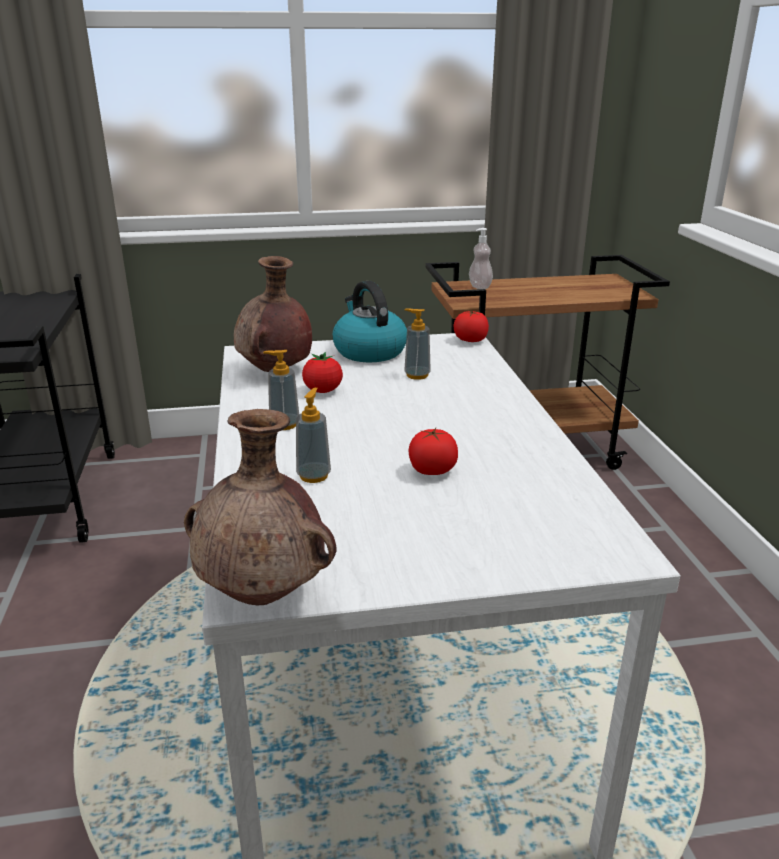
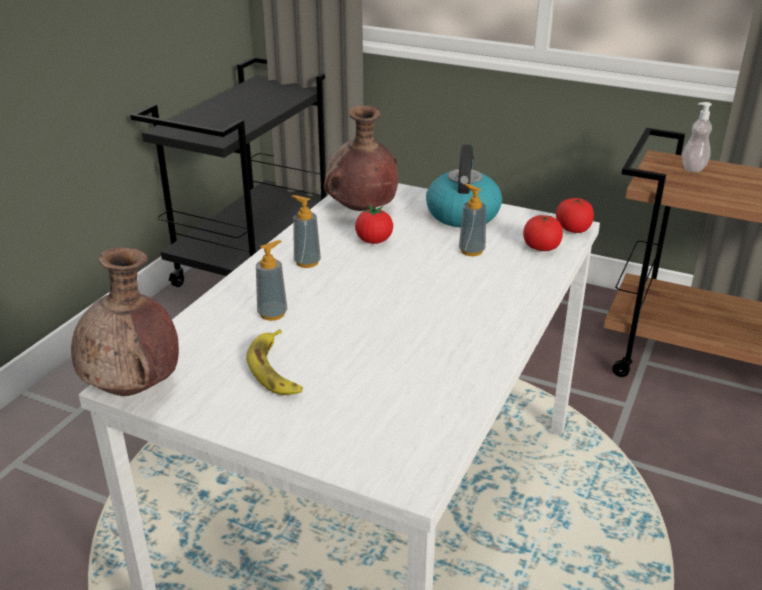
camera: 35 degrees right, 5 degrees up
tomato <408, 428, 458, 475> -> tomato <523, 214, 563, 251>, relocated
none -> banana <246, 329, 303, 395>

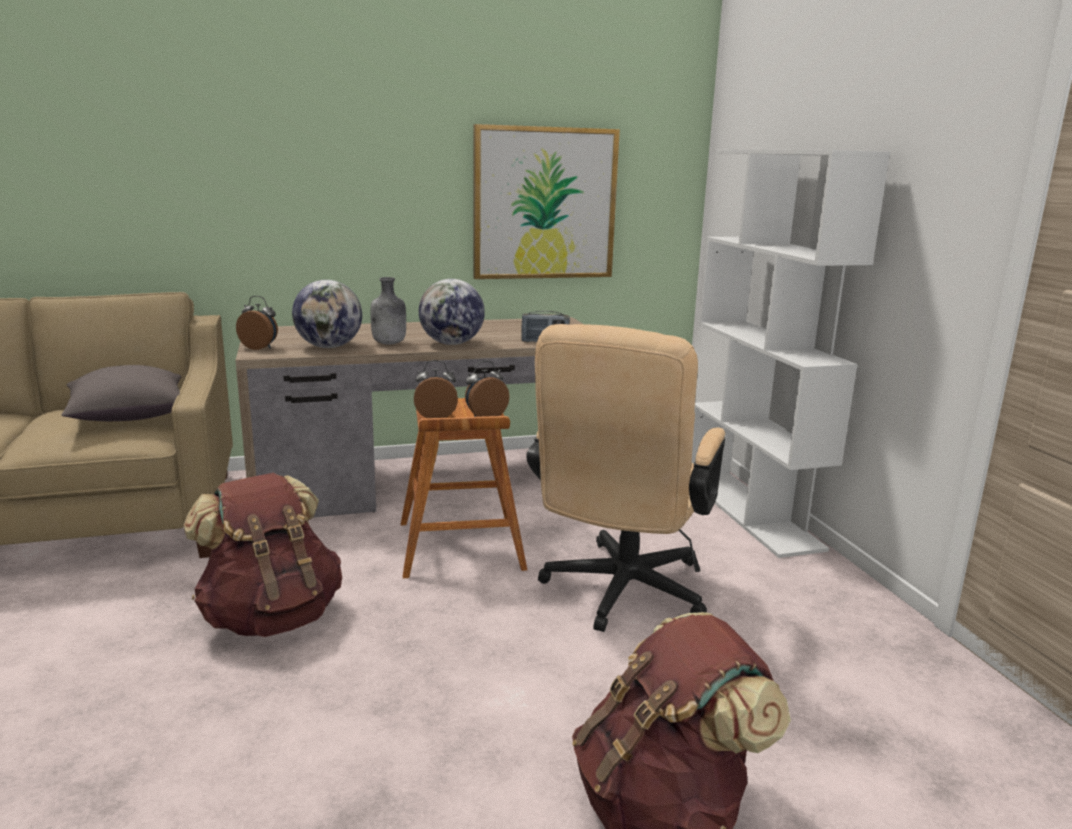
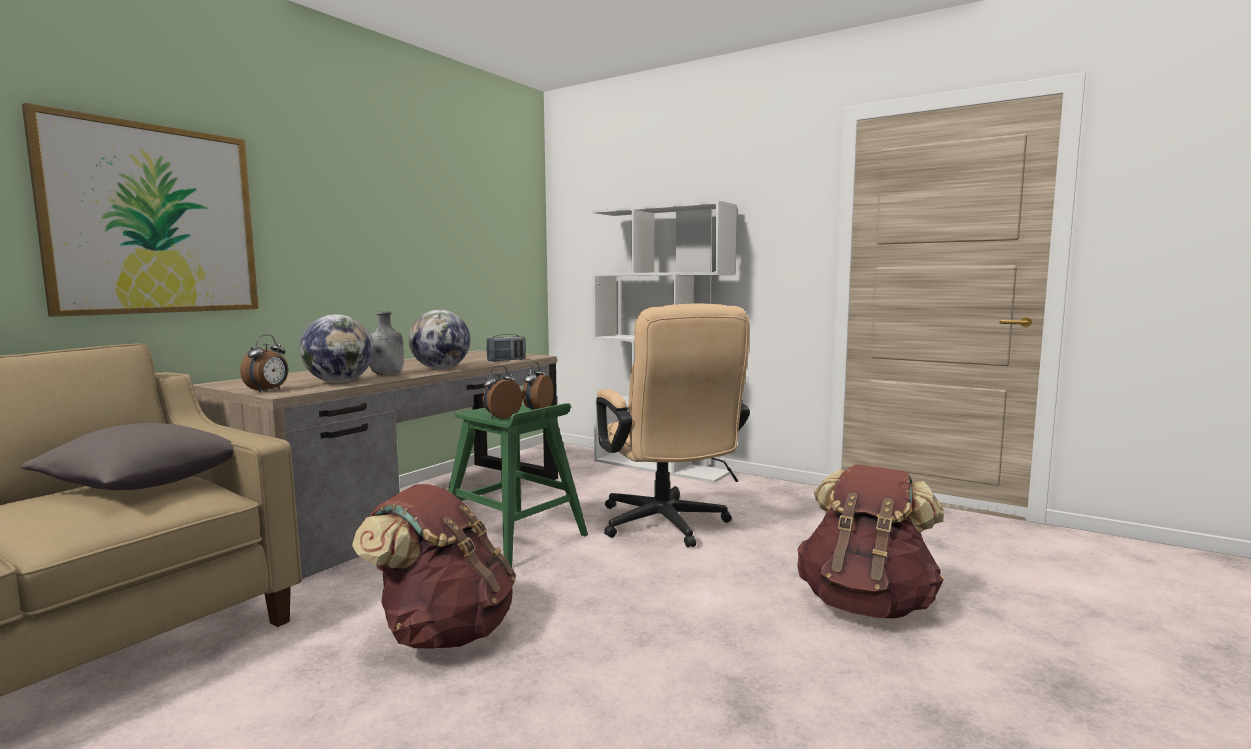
camera: 40 degrees left, 10 degrees down
alarm clock <236, 296, 278, 350> -> alarm clock <240, 335, 288, 393>, 135 degrees clockwise
stool (brown) <401, 398, 527, 578> -> stool (green) <448, 403, 588, 567>
picture <473, 124, 620, 279> -> picture <22, 103, 259, 317>, relocated

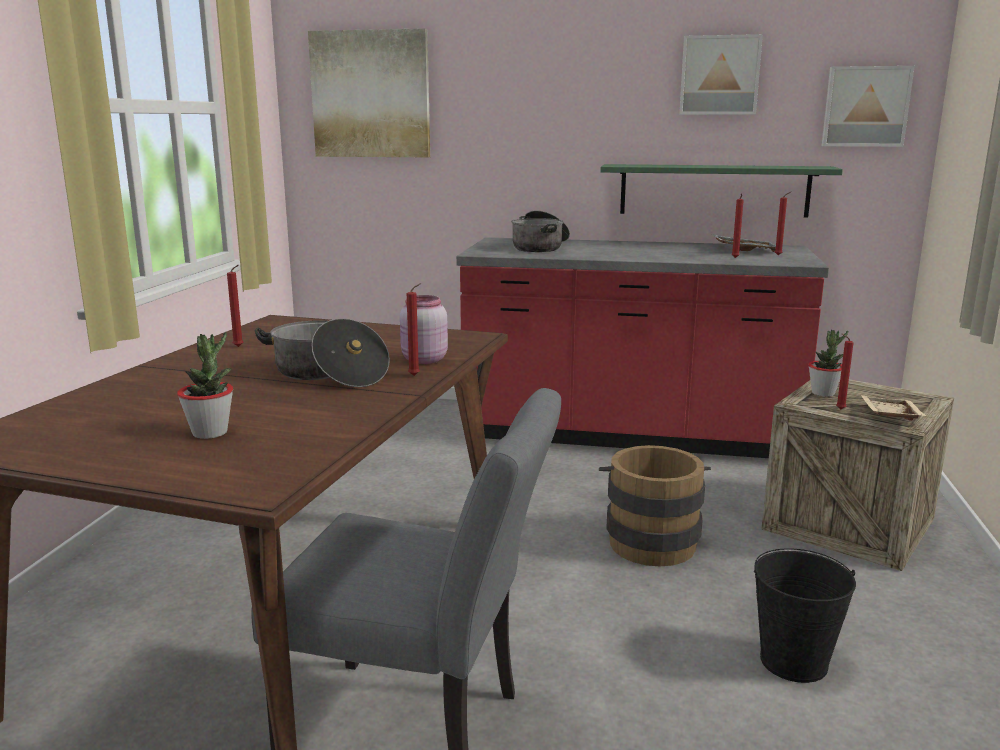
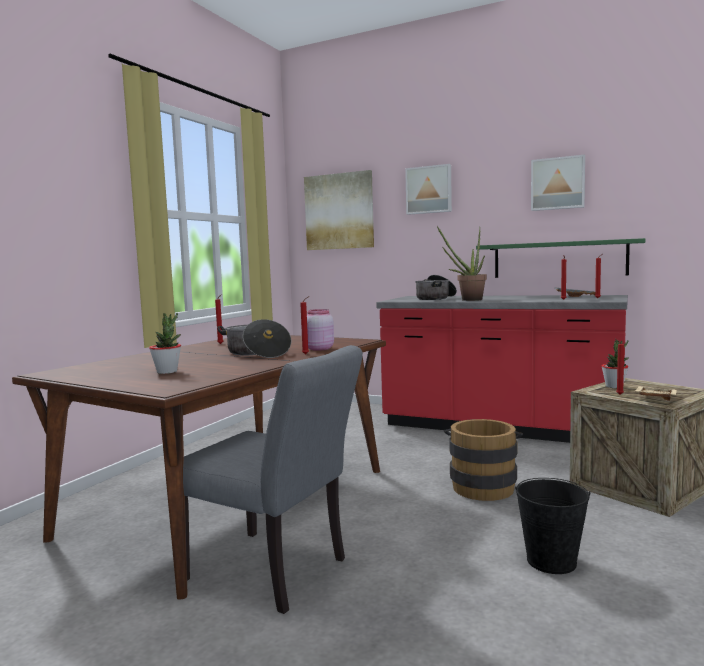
camera: 15 degrees right, 10 degrees down
picture <822, 66, 915, 147> -> picture <405, 164, 452, 215>, relocated
none -> potted plant <437, 226, 487, 301>

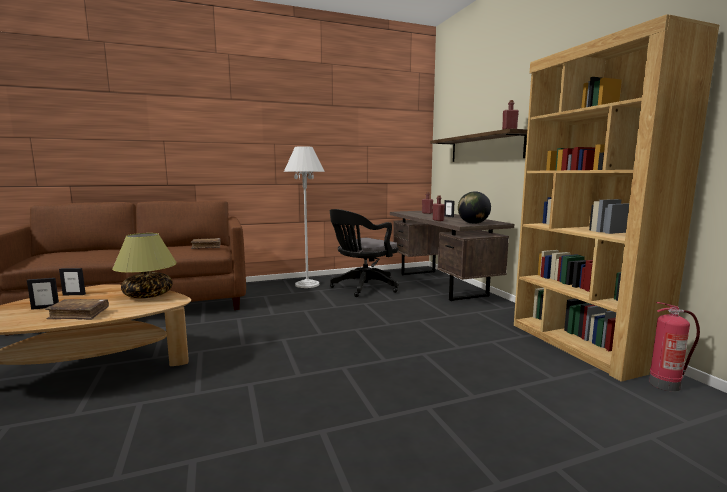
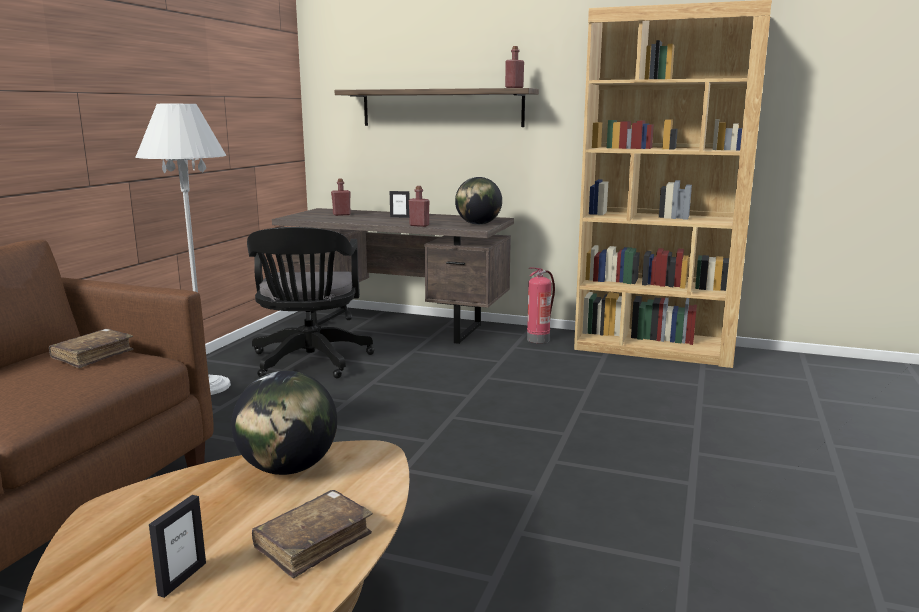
camera: 50 degrees left, 5 degrees up
picture frame <59, 268, 86, 295> -> none
table lamp <112, 233, 177, 298> -> globe <231, 371, 337, 475>
fire extinguisher <649, 302, 700, 392> -> fire extinguisher <527, 267, 555, 343>, relocated

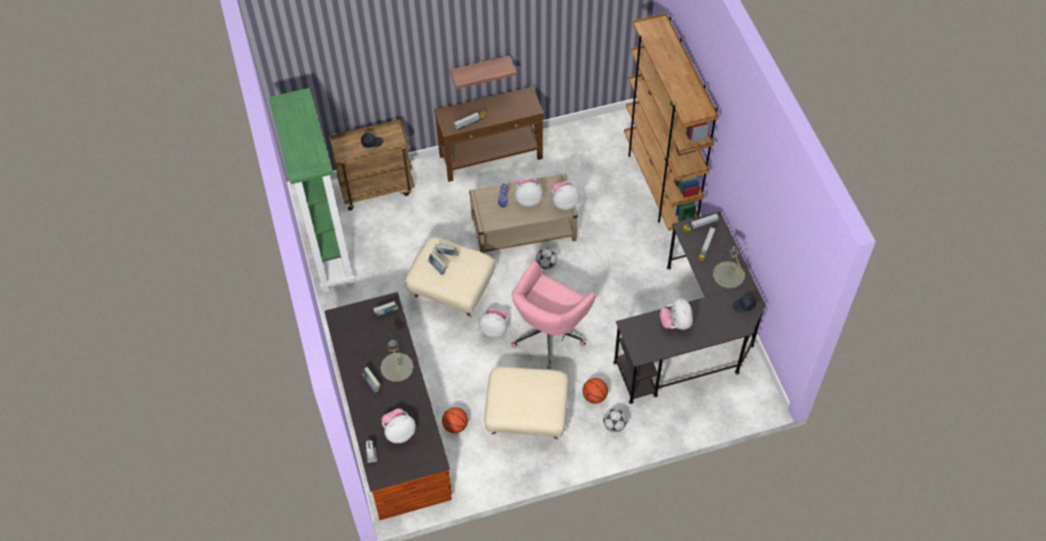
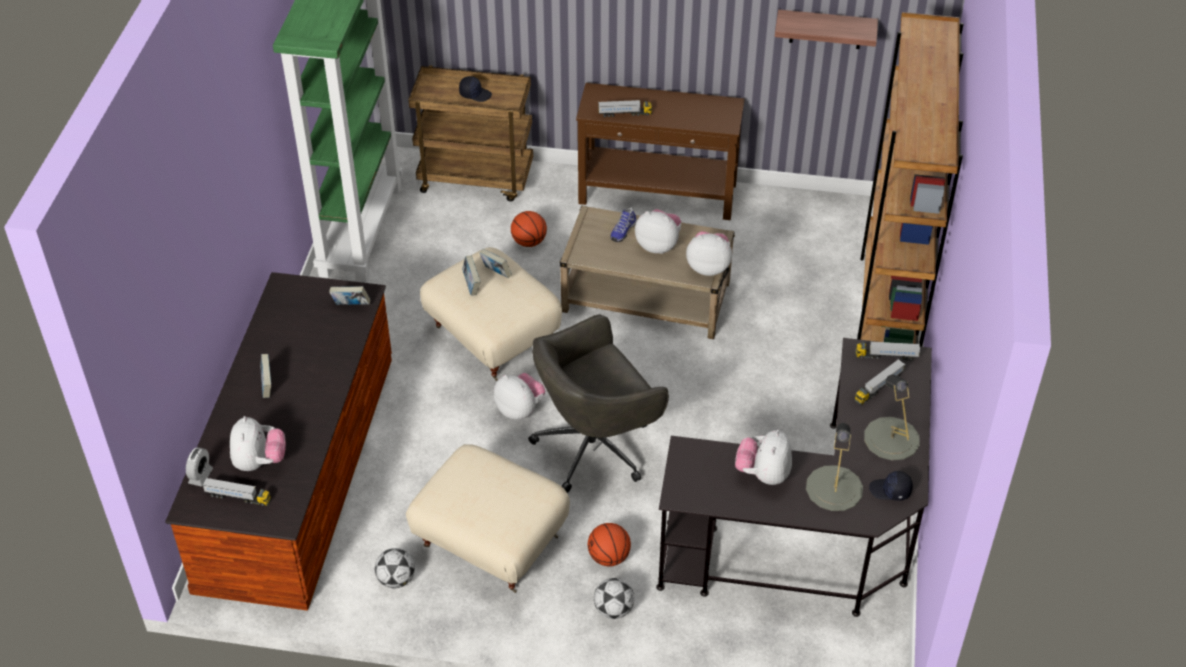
camera: 25 degrees right, 10 degrees down
table lamp (grey) <380, 334, 414, 382> -> table lamp (grey) <806, 423, 863, 511>, relocated
plush toy <381, 408, 416, 443> -> plush toy <230, 416, 286, 471>, 90 degrees clockwise
basketball <442, 407, 468, 433> -> basketball <511, 211, 547, 247>, relocated
shelf <450, 55, 516, 89> -> shelf <775, 10, 878, 49>, relocated
office chair (pink) <511, 262, 596, 369> -> office chair (grey) <528, 315, 669, 493>
football <536, 248, 557, 269> -> football <375, 548, 415, 588>, relocated
none -> toy truck <202, 478, 271, 506>

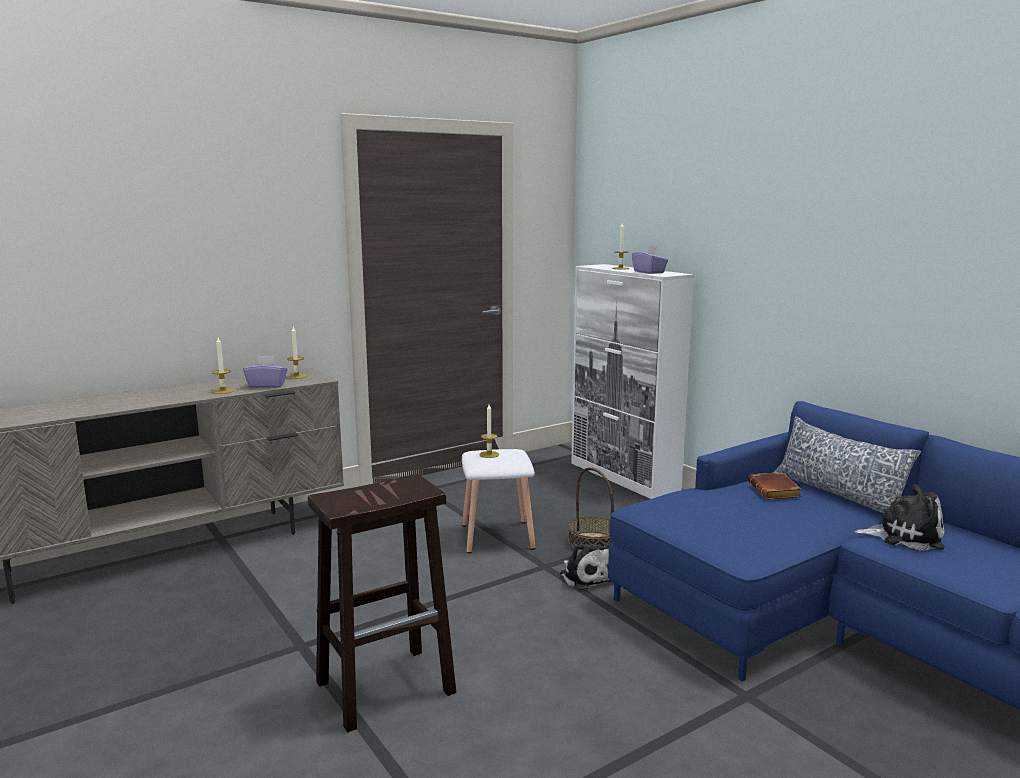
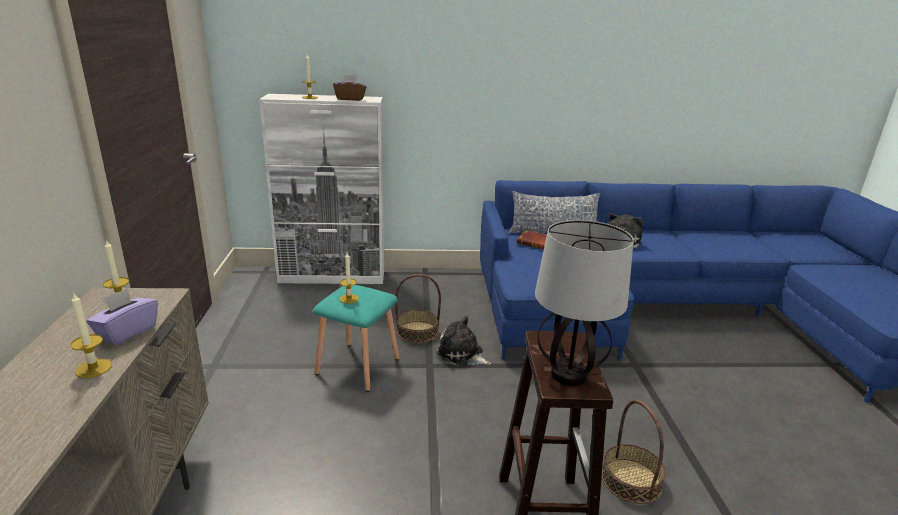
camera: 60 degrees left, 10 degrees up
stool (white) <462, 449, 536, 553> -> stool (turquoise) <313, 285, 399, 392>
plush toy <560, 541, 612, 590> -> plush toy <436, 316, 491, 366>, 150 degrees counterclockwise
tissue box (purple) <632, 245, 668, 274> -> tissue box (brown) <333, 74, 366, 101>
none -> table lamp <535, 220, 634, 386>
none -> basket <602, 400, 666, 504>

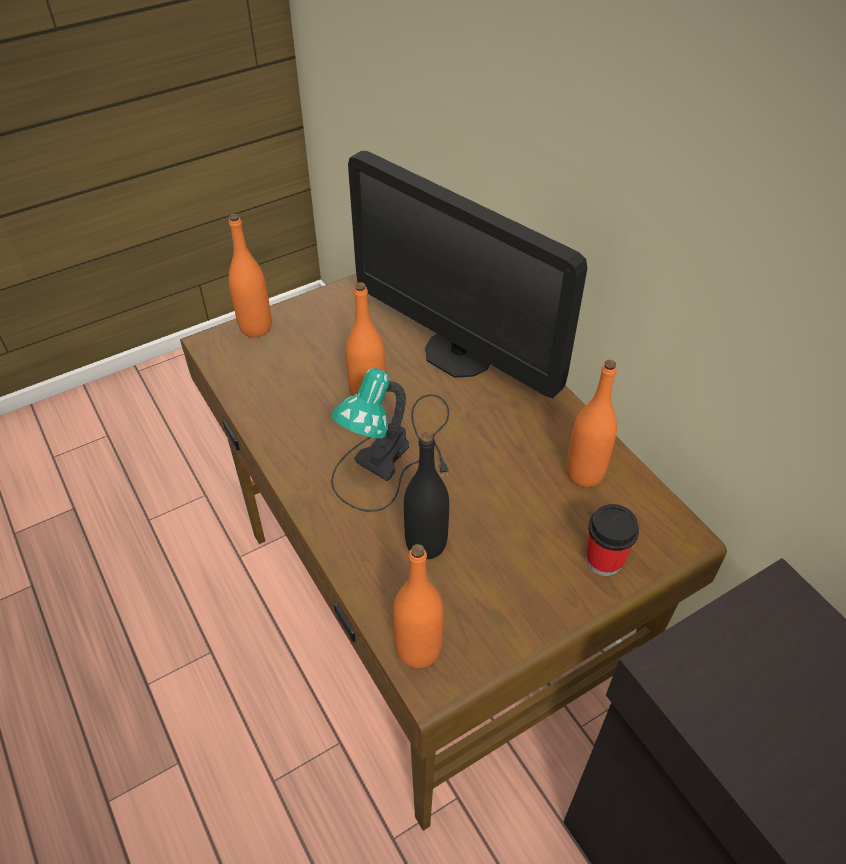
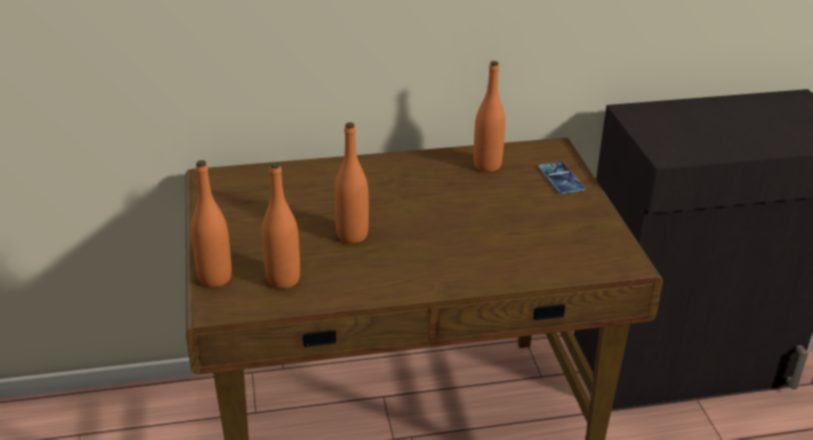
camera: 70 degrees left, 15 degrees down
table lamp <331, 368, 449, 512> -> none
monitor <348, 151, 587, 398> -> none
bottle (orange) <393, 544, 443, 668> -> bottle (orange) <262, 162, 300, 289>, relocated
bottle (black) <404, 432, 449, 559> -> none
cup <586, 504, 639, 576> -> phone <538, 161, 585, 194>

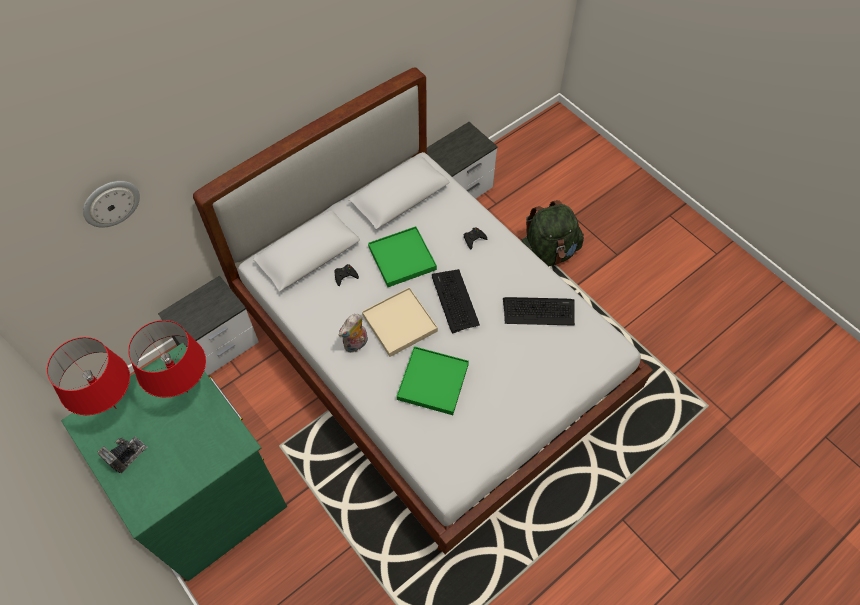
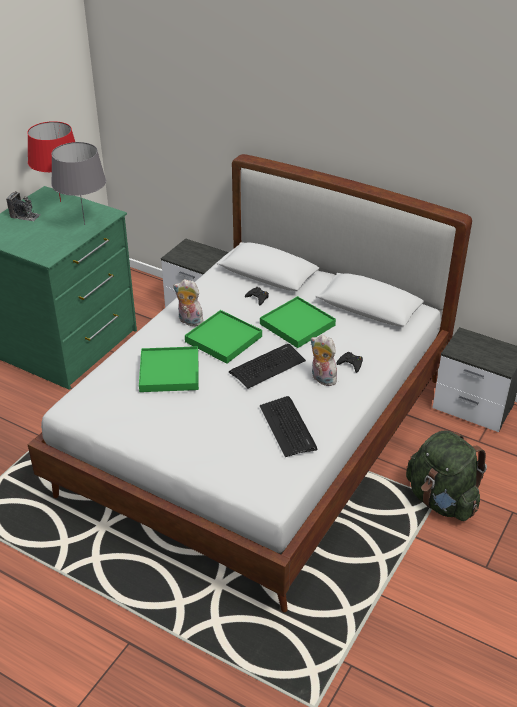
camera: 70 degrees right, 20 degrees down
wall clock <83, 181, 140, 228> -> none
table lamp (red) <128, 320, 206, 397> -> table lamp (grey) <51, 142, 106, 225>
tray (beige) <362, 287, 438, 357> -> tray (green) <185, 310, 262, 364>
none -> plush toy <311, 335, 337, 386>

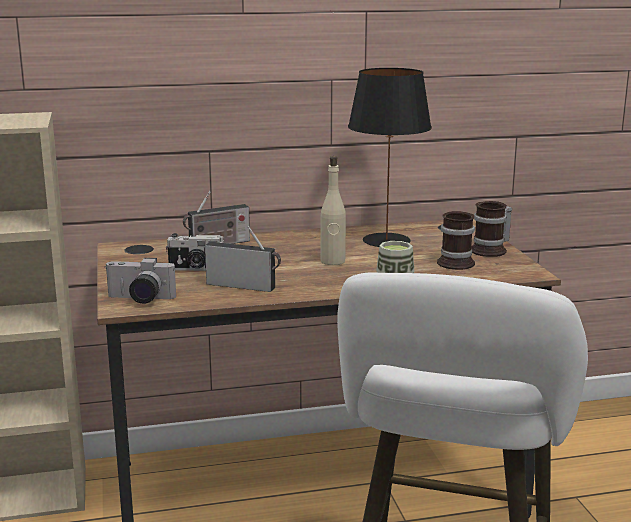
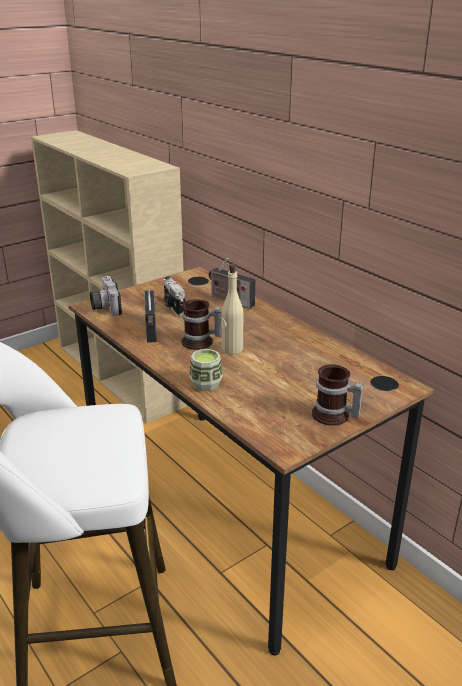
camera: 65 degrees right, 10 degrees up
table lamp (black) <348, 68, 432, 247> -> none
mug <437, 211, 475, 270> -> mug <181, 299, 221, 350>, relocated

